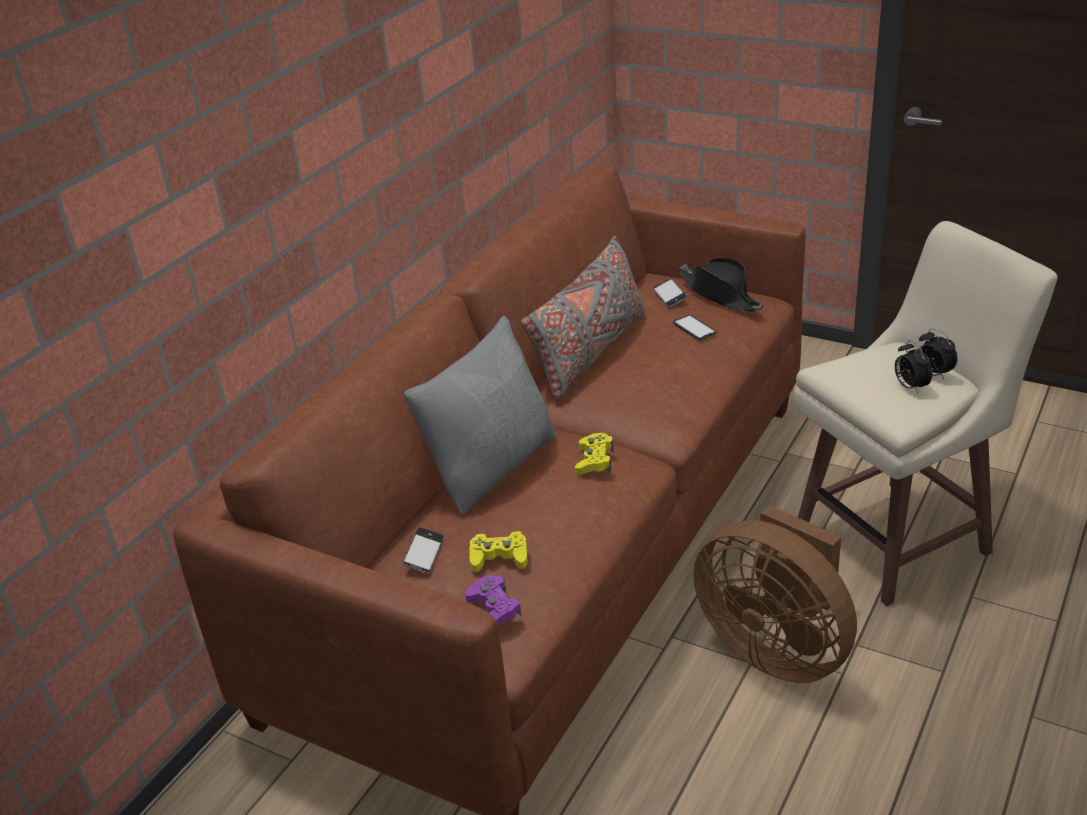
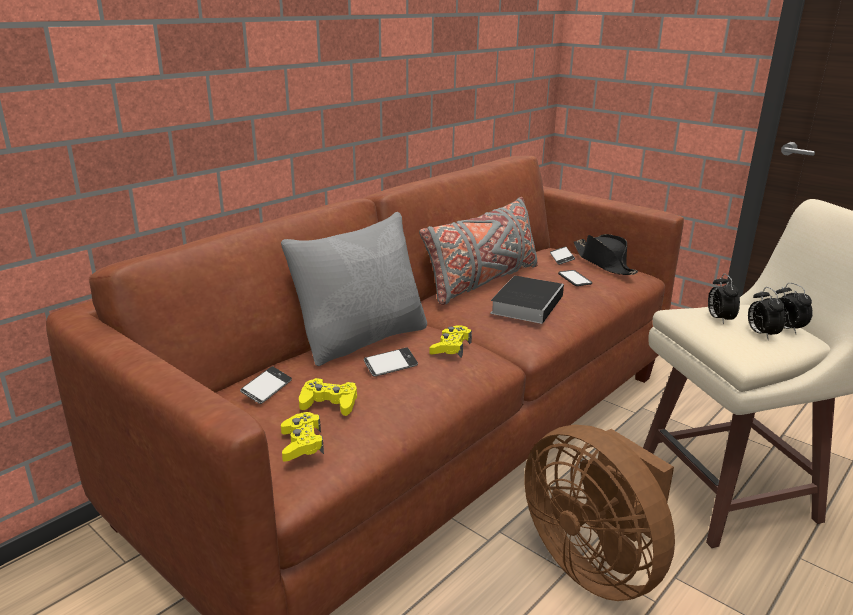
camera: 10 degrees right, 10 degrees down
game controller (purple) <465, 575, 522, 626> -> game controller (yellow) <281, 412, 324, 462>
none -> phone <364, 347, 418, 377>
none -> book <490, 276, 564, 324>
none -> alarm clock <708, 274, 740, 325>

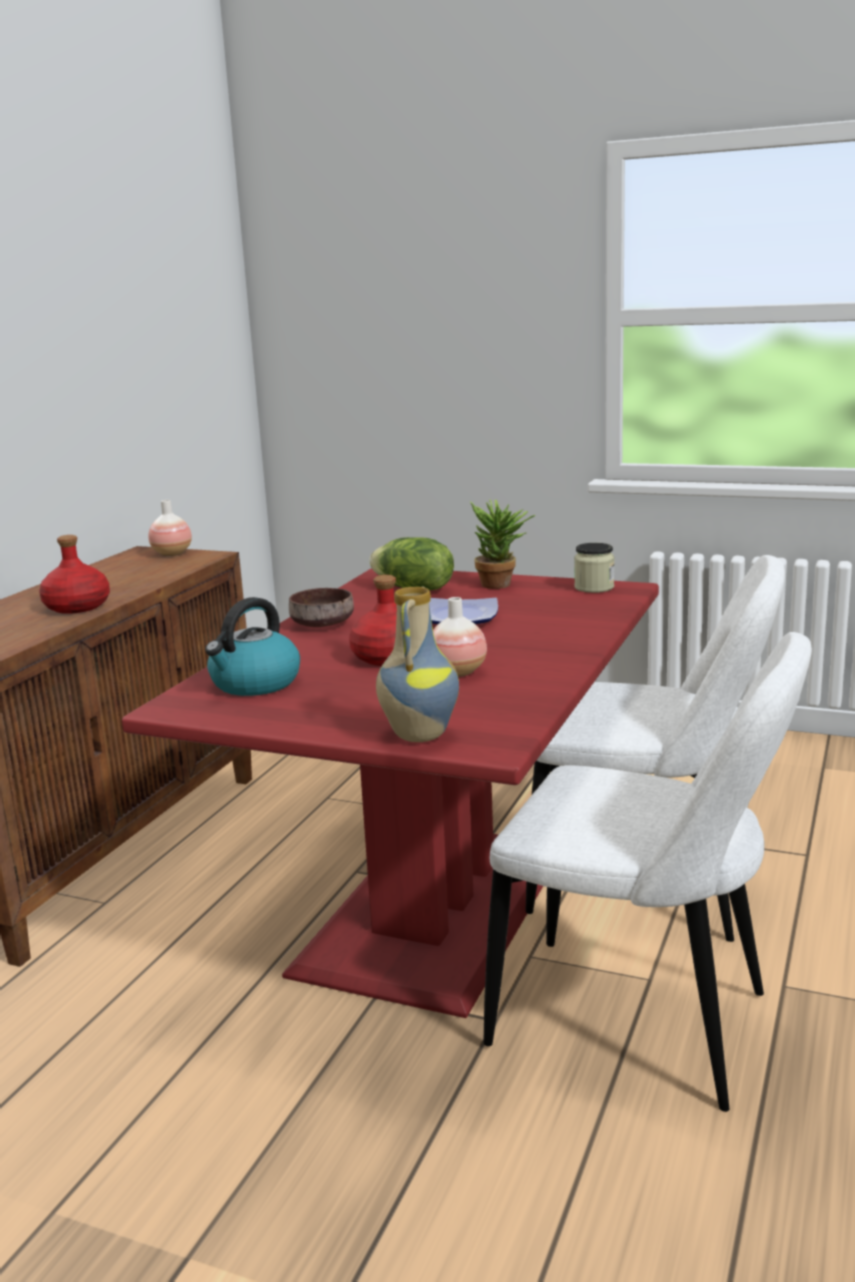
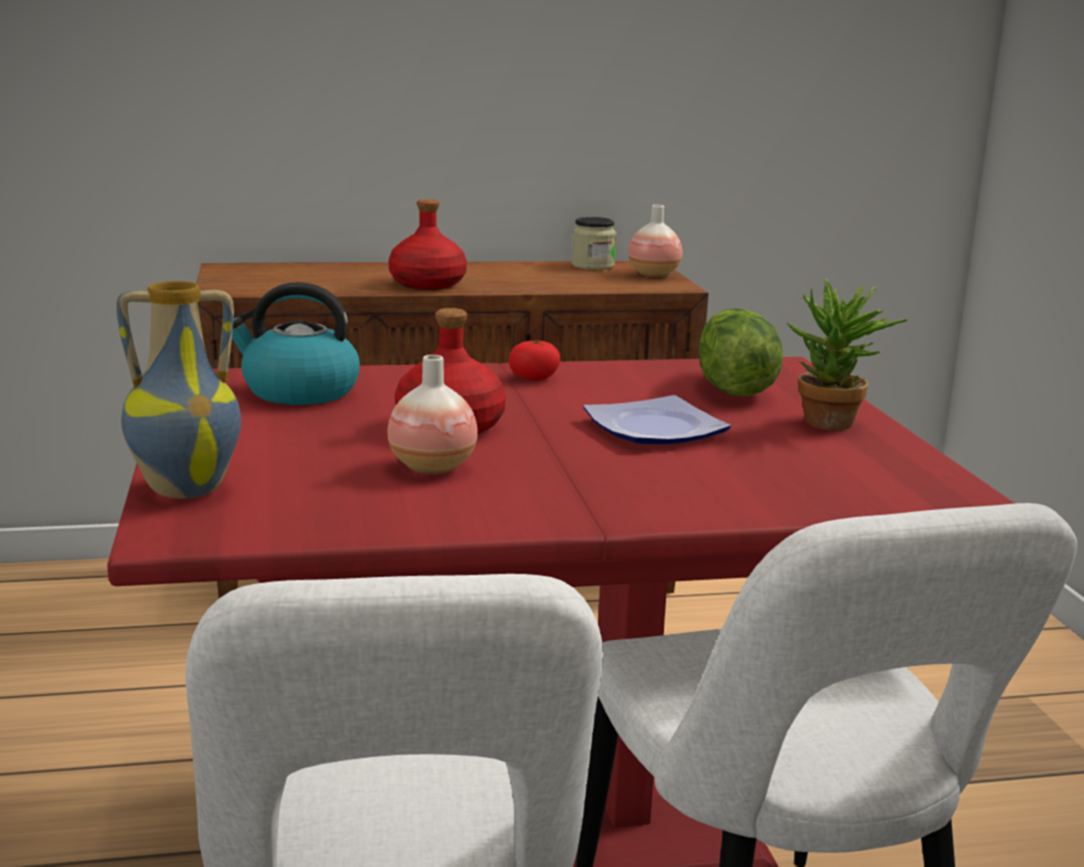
camera: 55 degrees right, 0 degrees up
bowl (brown) <289, 588, 354, 627> -> tomato <509, 340, 560, 380>
jar <574, 543, 614, 593> -> jar <571, 217, 616, 270>, relocated

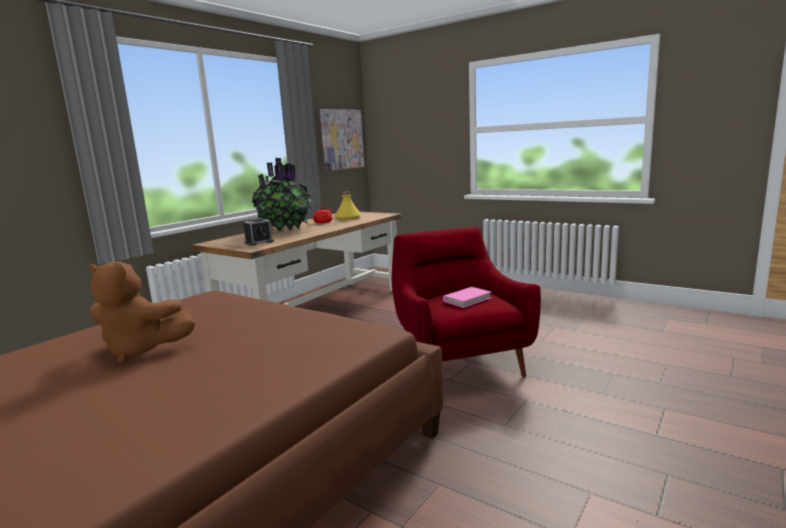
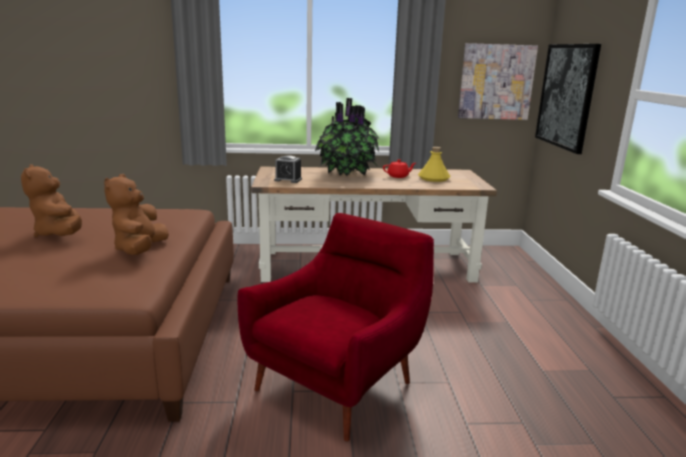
camera: 50 degrees right, 5 degrees up
book (pink) <443, 287, 492, 308> -> none
none -> plush toy (brown) <104, 174, 169, 255>
none -> picture <535, 44, 601, 154>

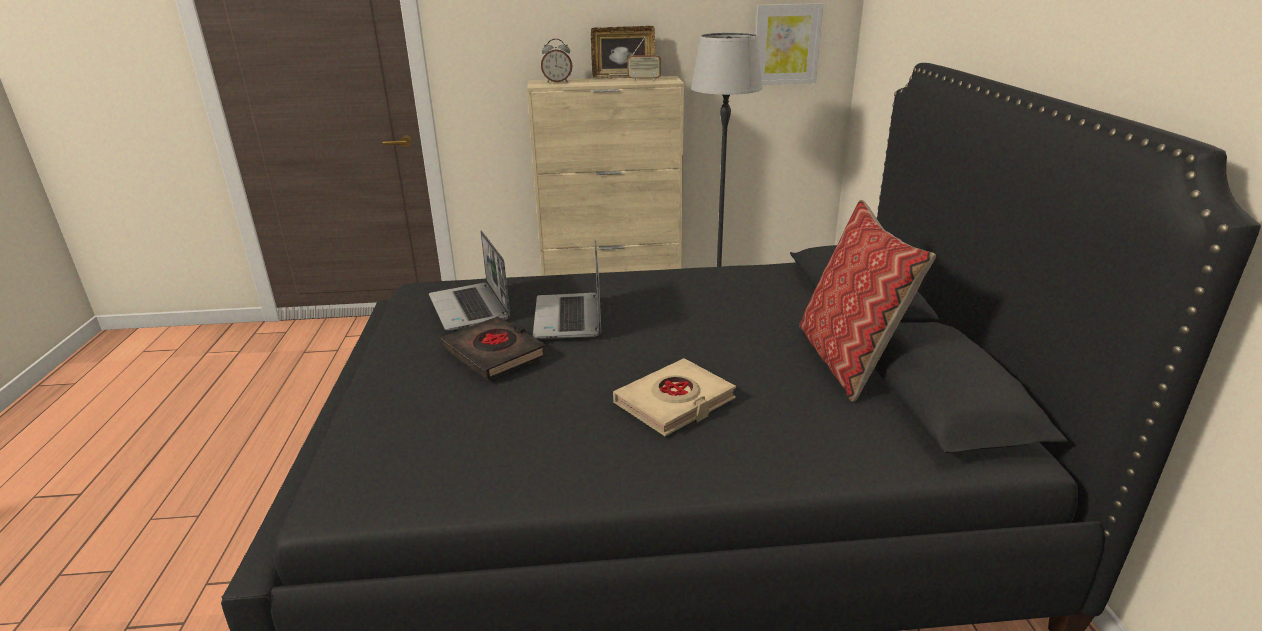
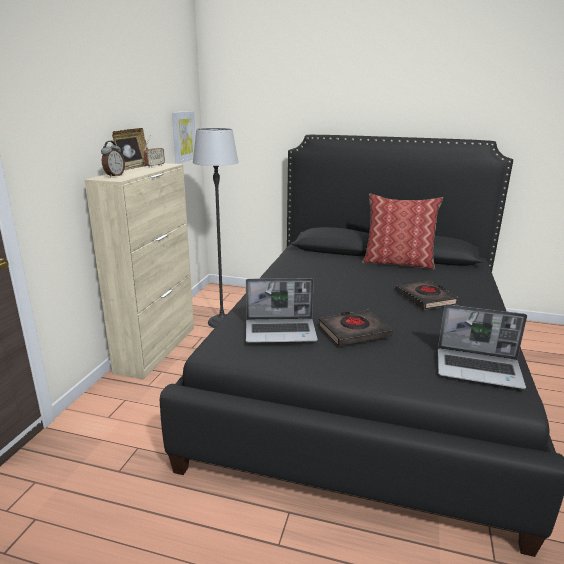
camera: 70 degrees left, 5 degrees down
laptop <533, 240, 601, 339> -> laptop <438, 304, 527, 389>, relocated
book (beige) <613, 358, 736, 436> -> book (black) <395, 280, 459, 310>

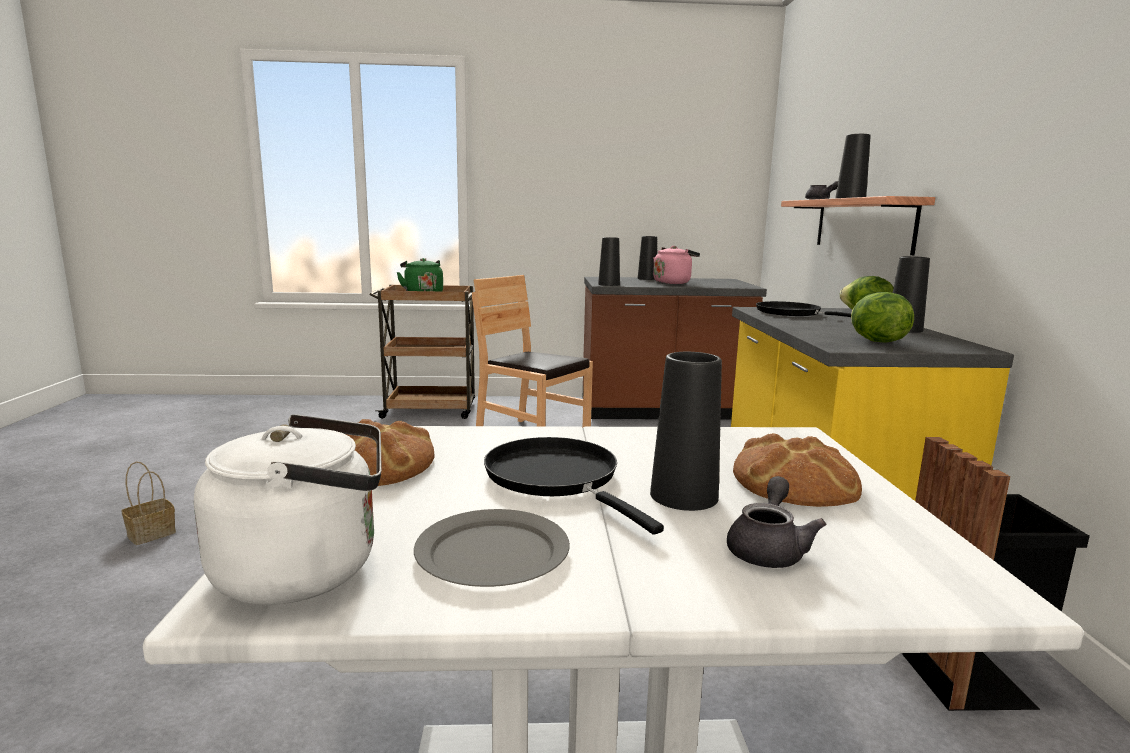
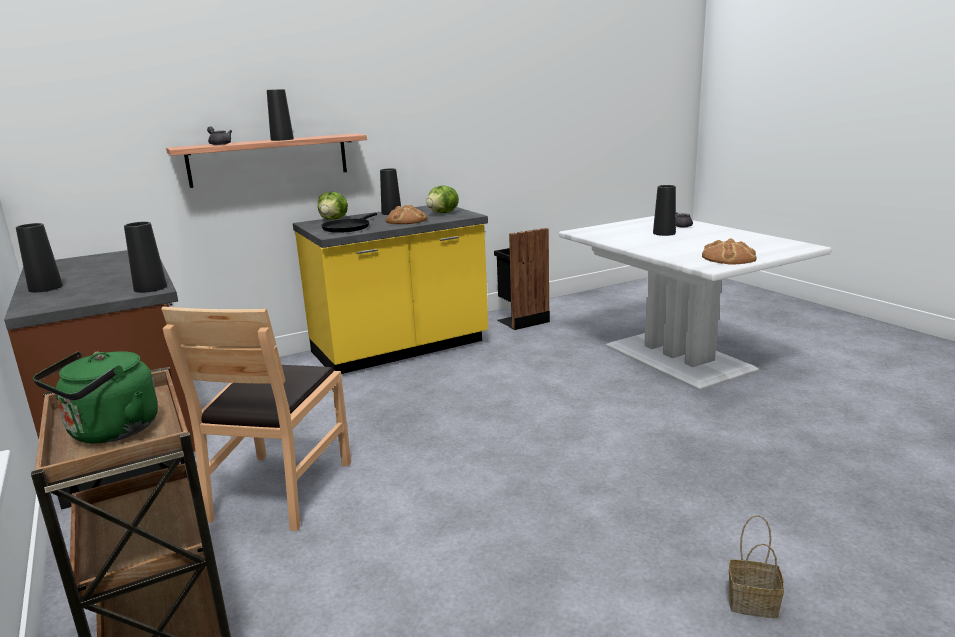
camera: 115 degrees left, 5 degrees up
kettle (white) <194, 414, 382, 605> -> none
plate (grey) <414, 509, 570, 587> -> none
frying pan (black) <484, 437, 664, 535> -> none
kettle (pink) <653, 246, 700, 284> -> none
bread <733, 433, 862, 507> -> bread <386, 205, 428, 224>, relocated

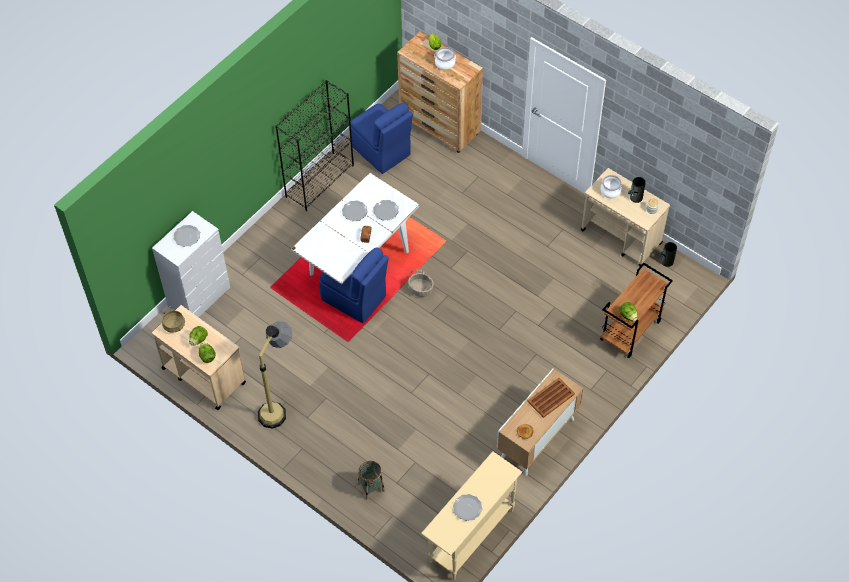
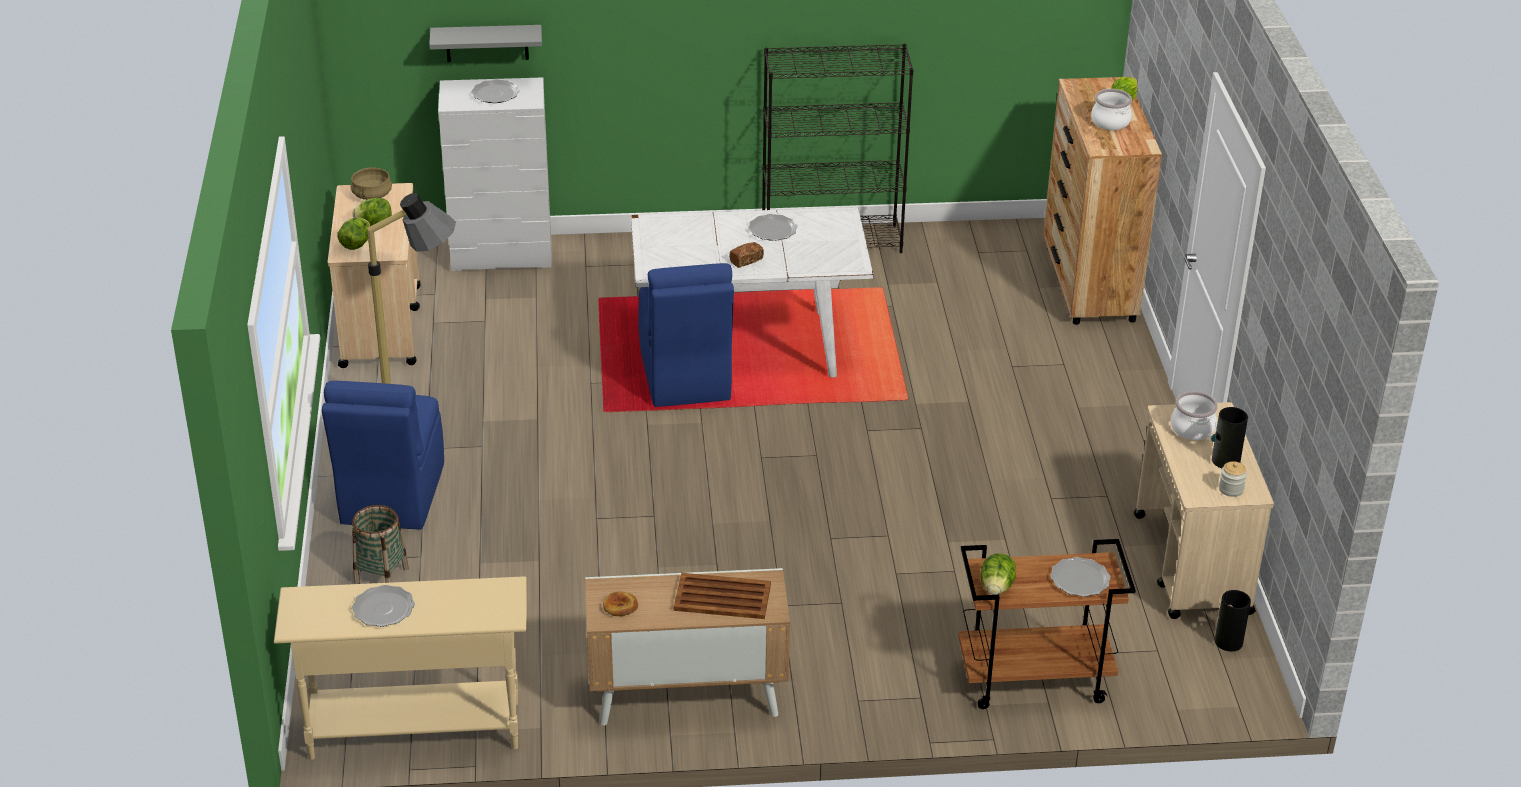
camera: 45 degrees right, 20 degrees down
chair (blue) <351, 103, 413, 174> -> chair (blue) <322, 381, 444, 530>, relocated
plate <373, 200, 399, 220> -> plate <1050, 557, 1111, 597>, relocated
basket <408, 269, 434, 297> -> none
none -> shelf (grey) <429, 25, 542, 62>

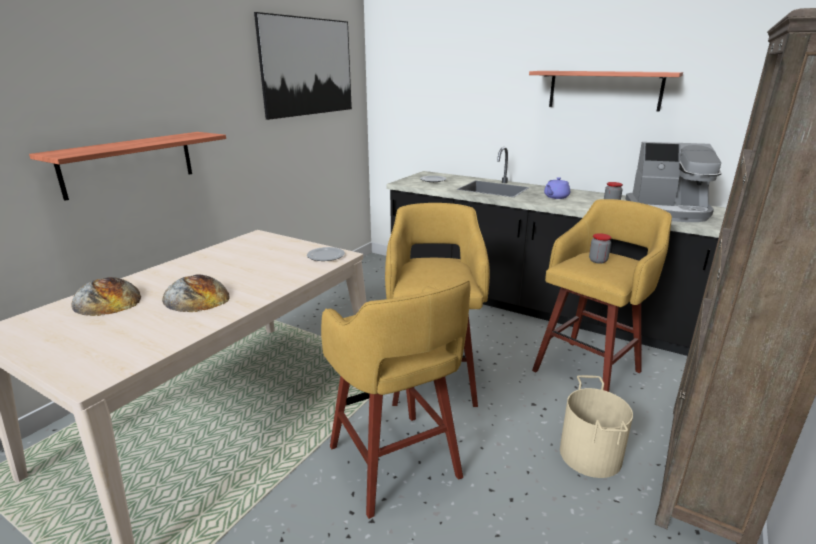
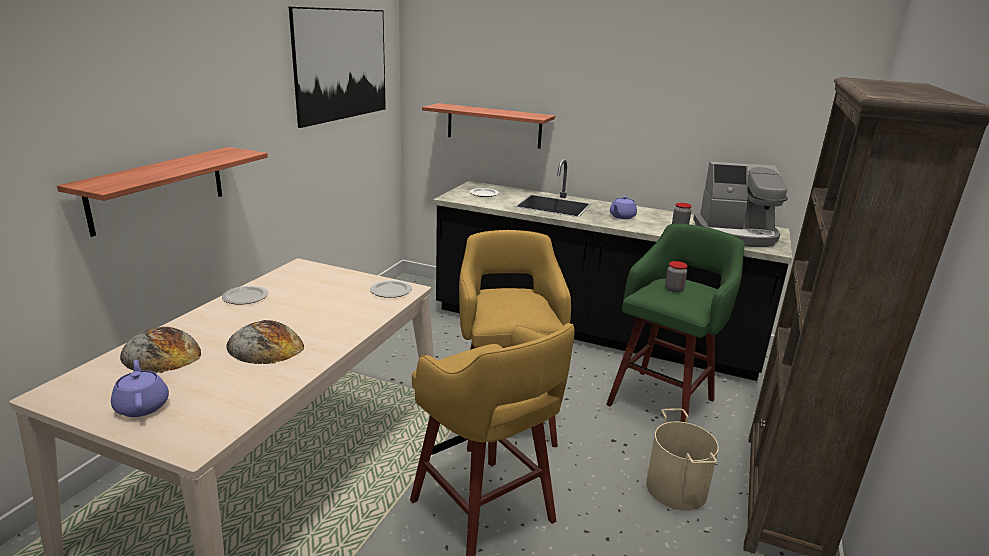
camera: 10 degrees left, 0 degrees up
shelf <529, 71, 683, 111> -> shelf <422, 103, 555, 149>, relocated
stool (yellow) <532, 199, 672, 392> -> stool (green) <606, 224, 745, 423>
none -> teapot (purple) <111, 360, 169, 417>
none -> plate <222, 286, 268, 304>

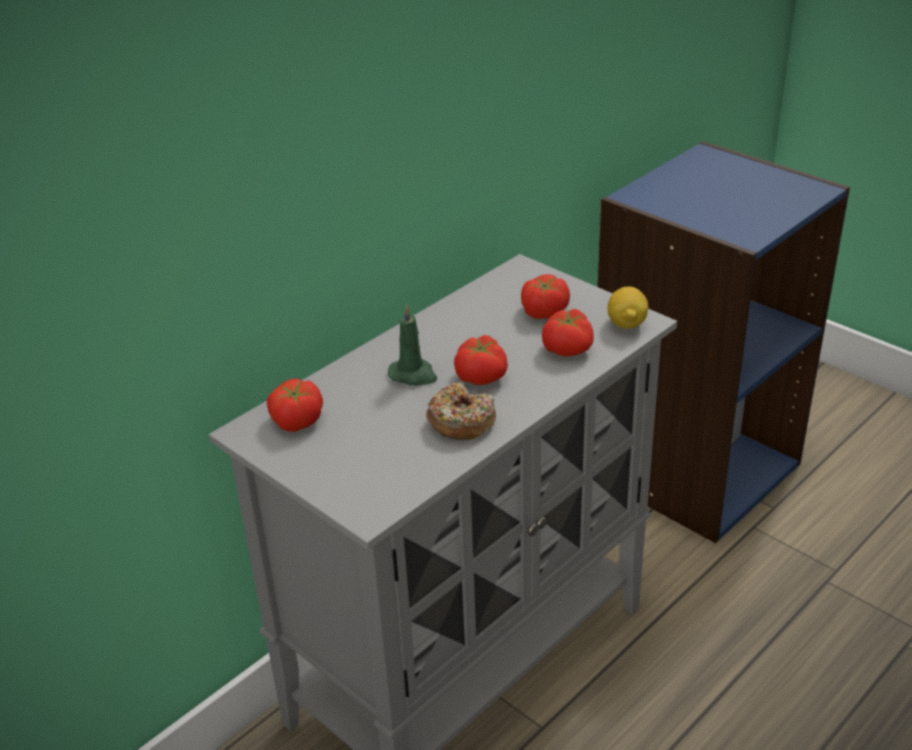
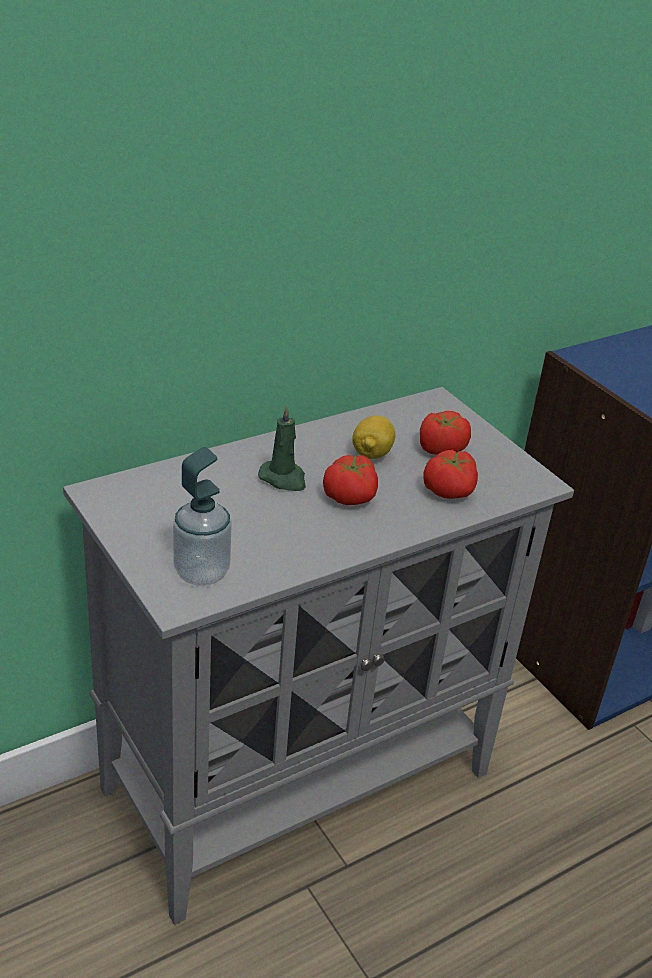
camera: 10 degrees right, 0 degrees up
tomato <267, 378, 323, 432> -> none
donut <426, 383, 496, 440> -> none
lemon <607, 287, 648, 329> -> lemon <352, 416, 395, 459>, relocated
none -> soap dispenser <173, 447, 231, 585>

